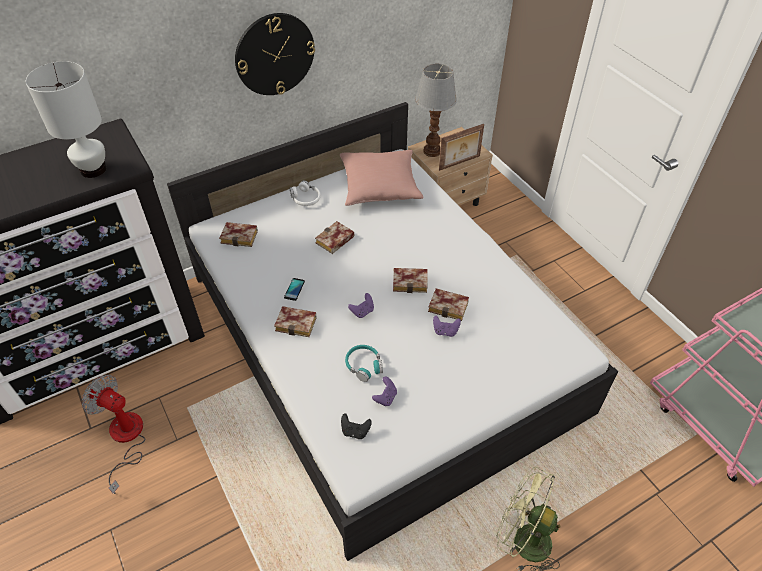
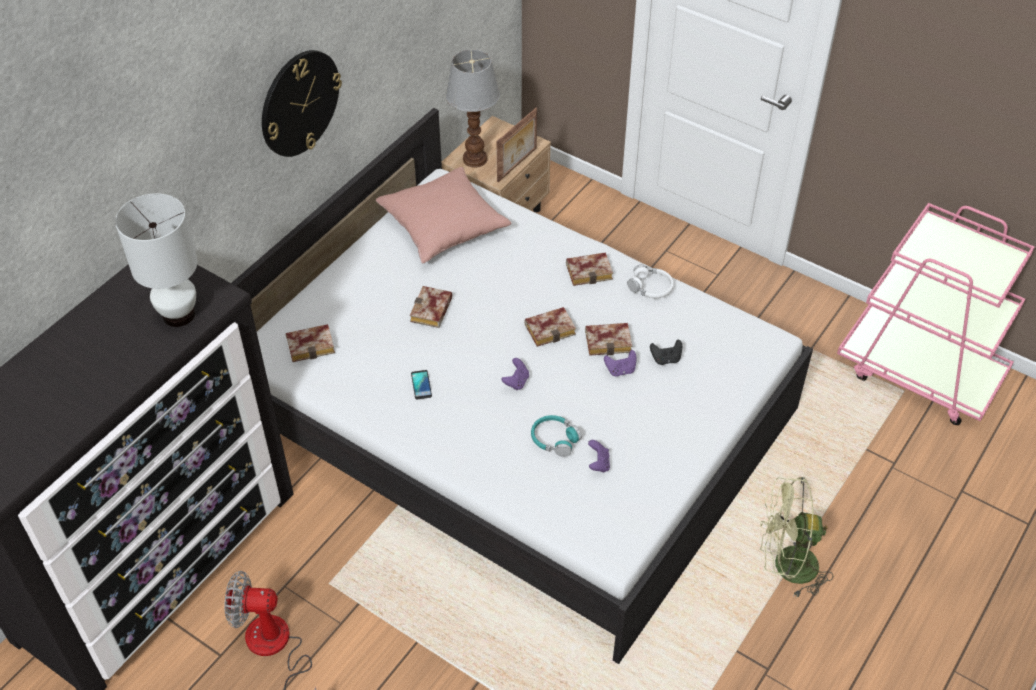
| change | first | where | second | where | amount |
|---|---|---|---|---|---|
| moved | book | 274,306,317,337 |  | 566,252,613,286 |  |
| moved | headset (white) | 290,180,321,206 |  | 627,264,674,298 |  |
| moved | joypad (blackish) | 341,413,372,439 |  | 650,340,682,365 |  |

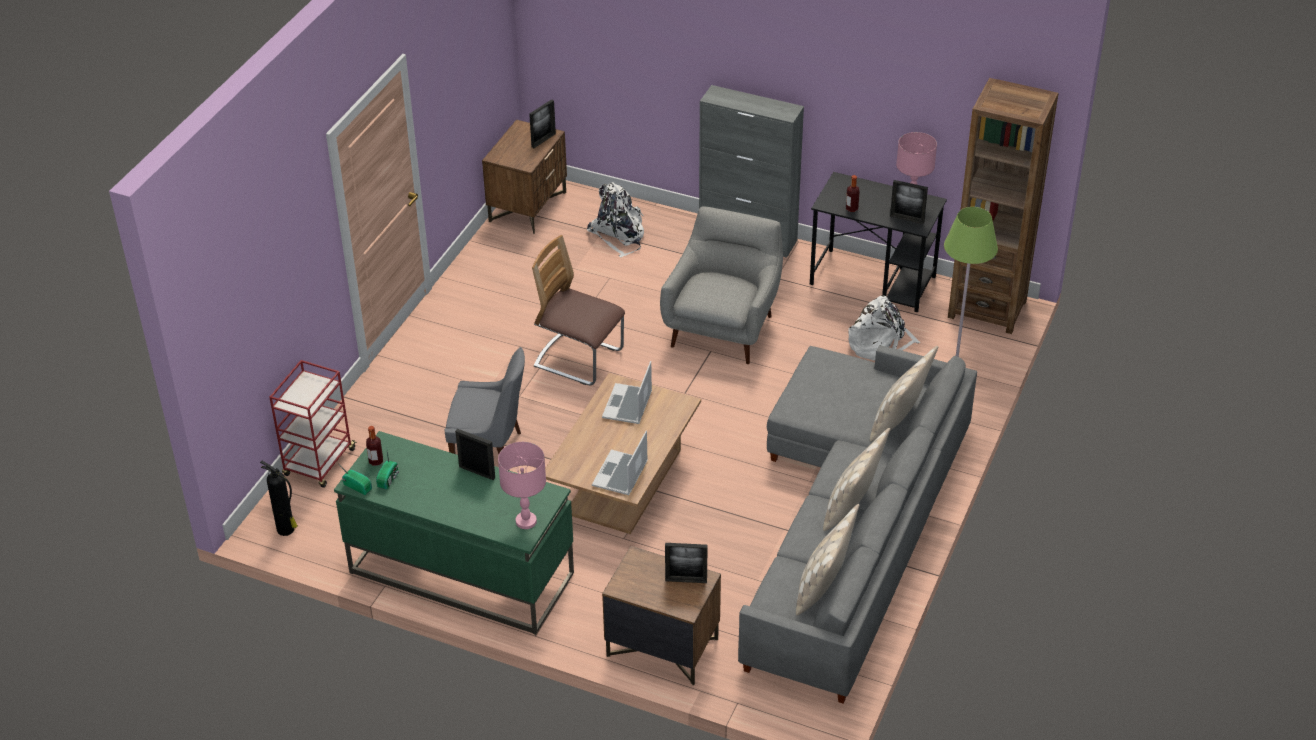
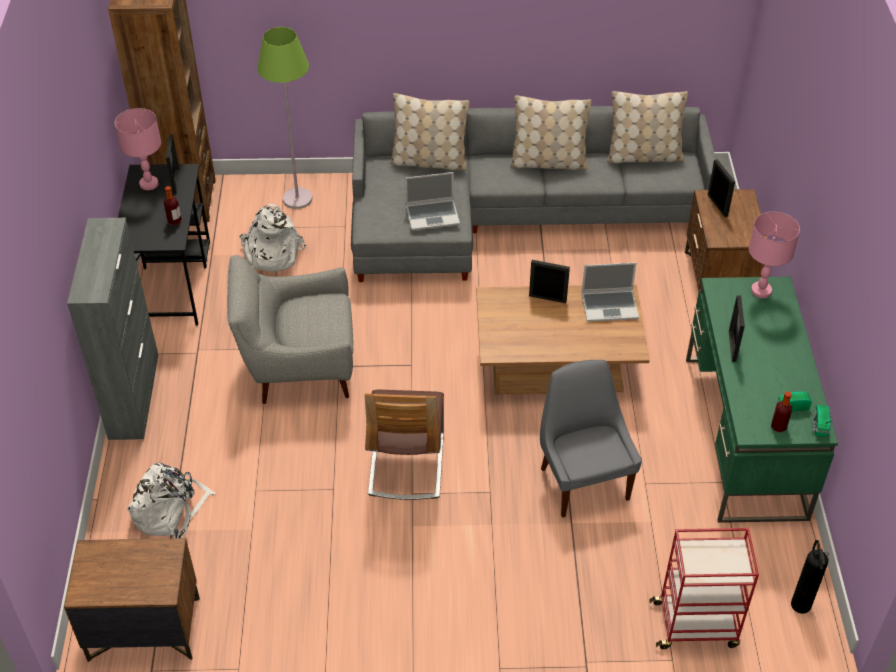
| change | first | where | second | where | amount |
|---|---|---|---|---|---|
| moved | portable computer | 602,361,652,424 |  | 405,172,460,231 |  |
| moved | picture frame | 529,99,556,148 |  | 529,260,570,303 |  |

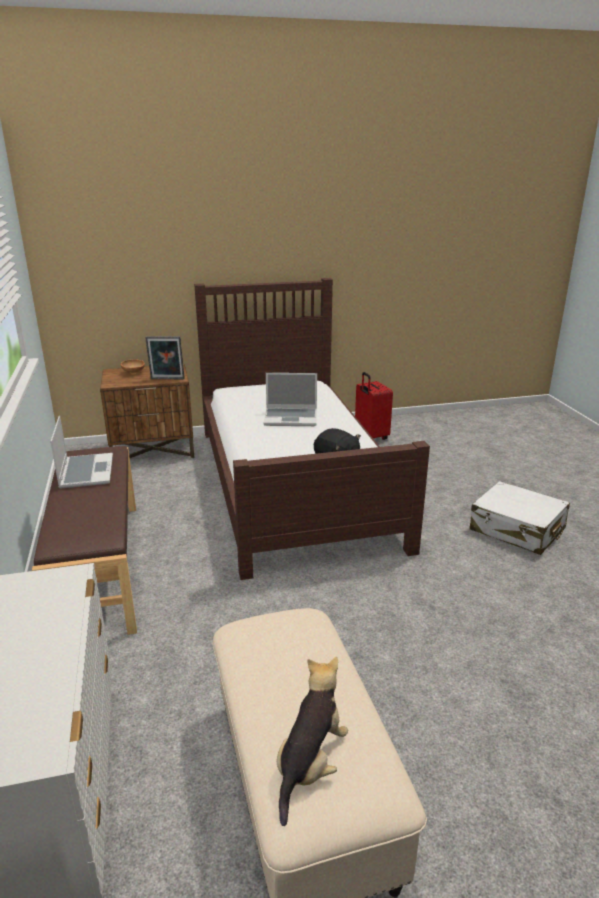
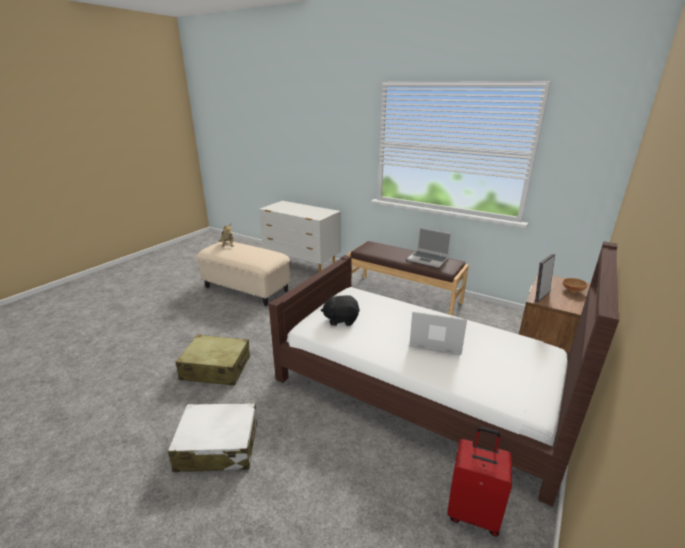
| change | first | where | second | where | amount |
|---|---|---|---|---|---|
| added |  |  | piece of luggage (beige-coloured) | 176,334,250,386 |  |
| turned | portable computer | 264,373,317,426 |  | 409,311,467,355 | 60 degrees clockwise |

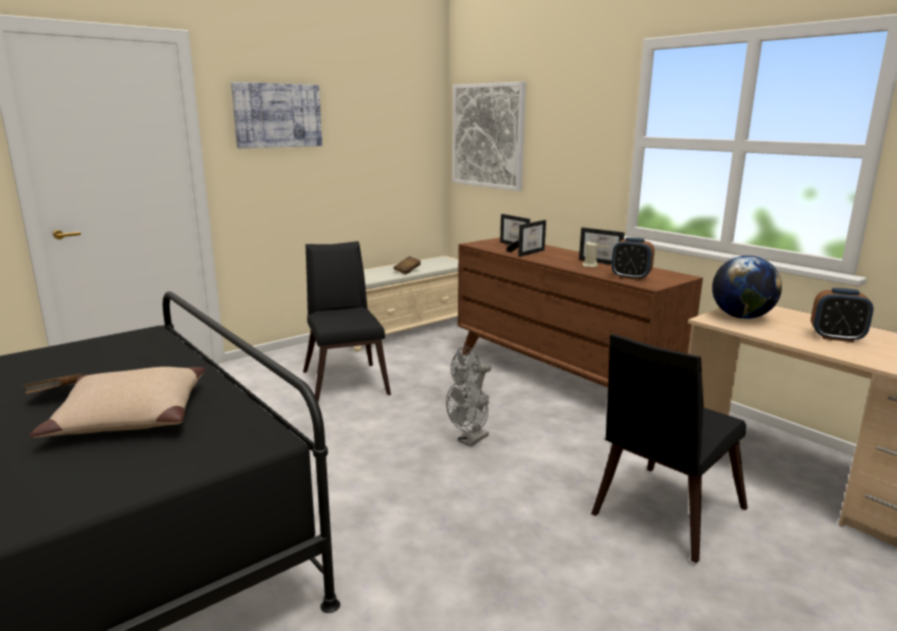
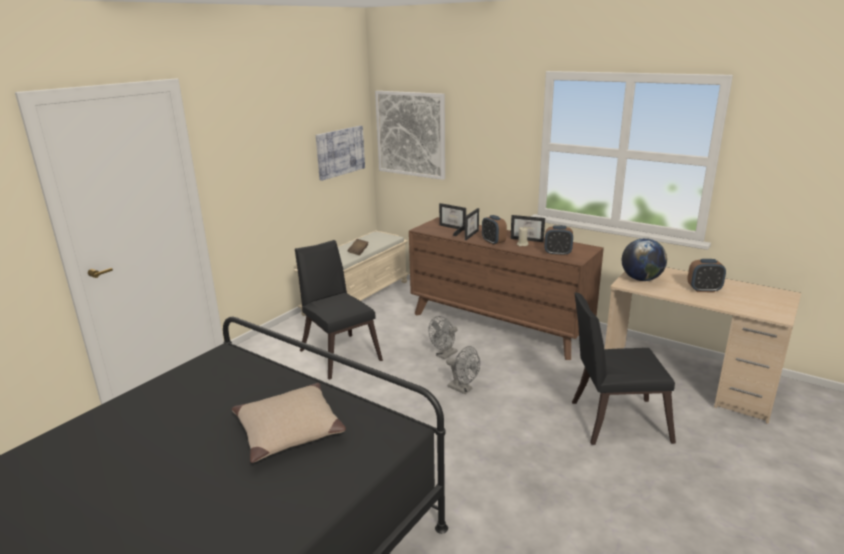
| change | first | where | second | where | amount |
|---|---|---|---|---|---|
| moved | wall picture | 231,82,322,148 |  | 316,126,365,181 |  |
| turned | electric fan (gray) | 446,380,489,447 |  | 446,346,480,394 | 75 degrees counterclockwise |
| added |  |  | bedside clock | 482,215,507,245 |  |
| turned | chair (blackish) | 591,334,748,563 |  | 572,292,676,445 | 60 degrees clockwise |
| removed | book (brown-coloured) | 23,374,84,394 |  |  |  |

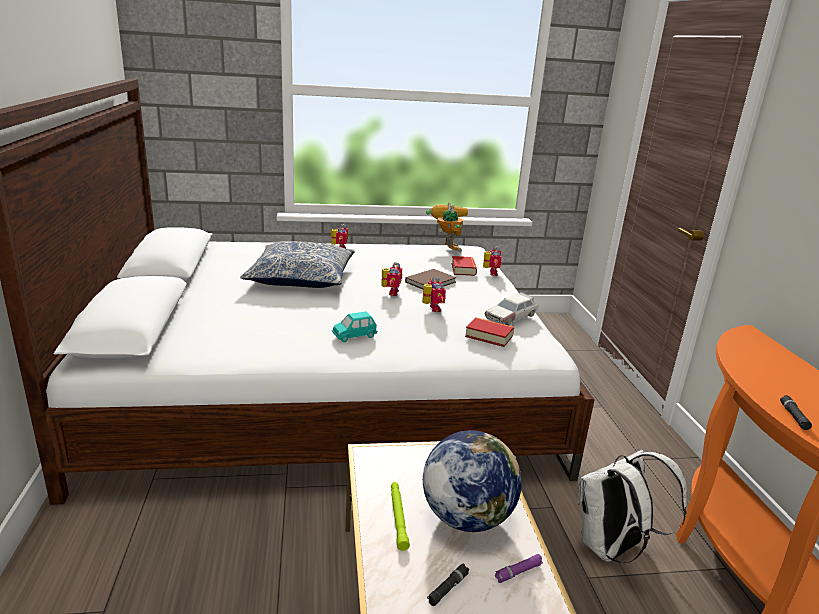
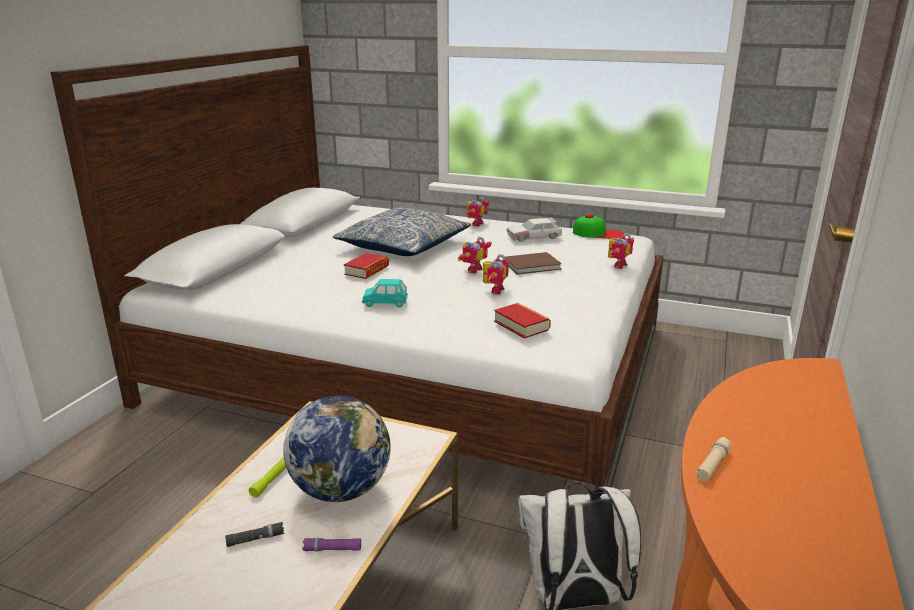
| change | first | where | second | where | amount |
|---|---|---|---|---|---|
| moved | book | 452,256,477,276 |  | 344,253,389,279 |  |
| moved | model car | 484,292,539,326 |  | 507,217,562,242 |  |
| replaced | model robot | 426,202,468,252 | cap | 573,214,624,239 |  |
| recoloured | hand torch (blackish) | 780,395,812,430 | hand torch (beige-coloured) | 696,437,731,482 |  |

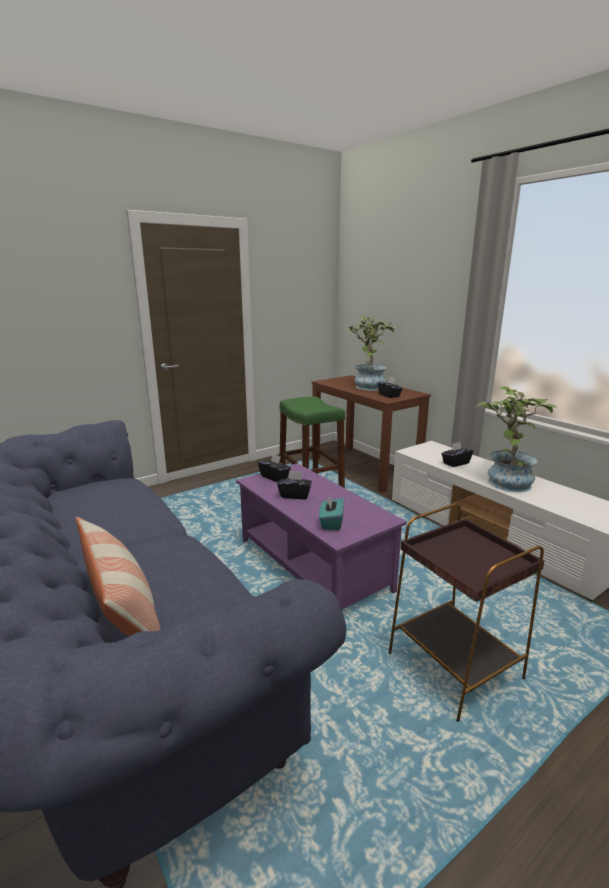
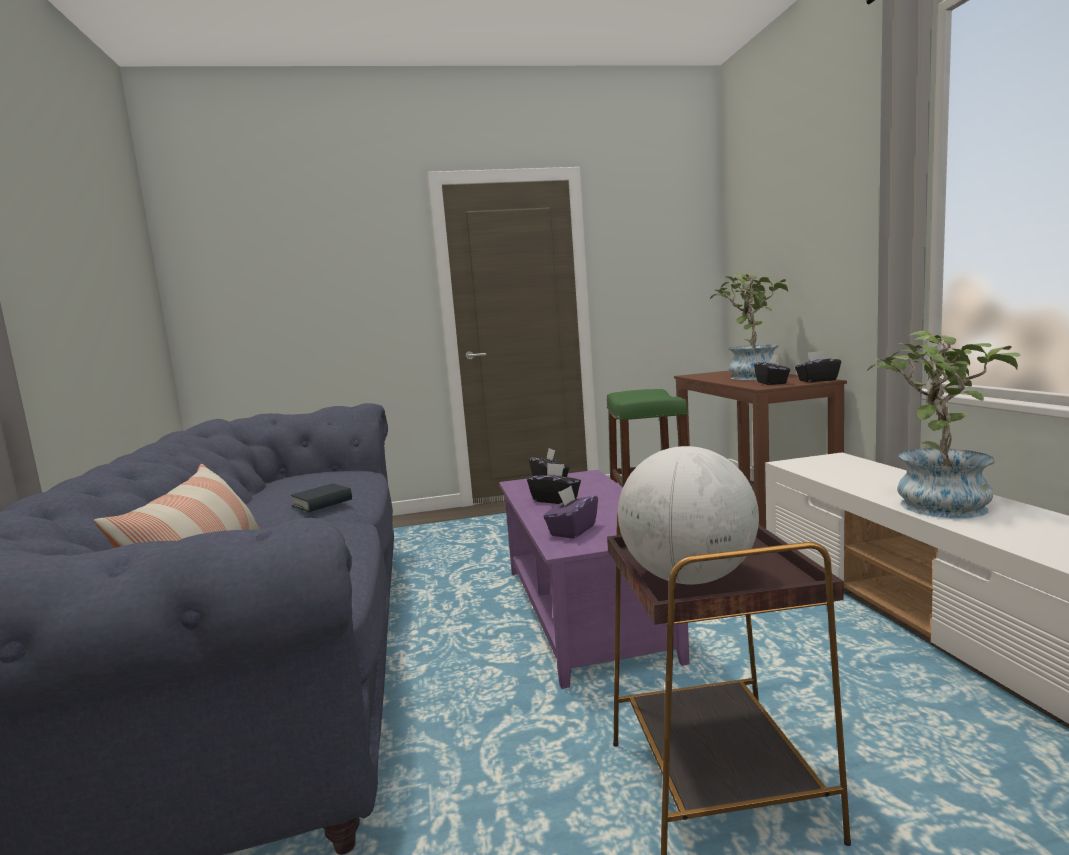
| change | first | where | second | where | amount |
|---|---|---|---|---|---|
| added |  |  | book | 291,483,352,512 |  |
| recoloured | box of tissues (turquoise) | 319,494,344,530 | box of tissues (purple-coloured) | 544,486,598,539 |  |
| added |  |  | world globe | 618,446,759,584 |  |
| moved | box of tissues (blackish) | 441,442,473,467 |  | 795,351,841,382 |  |

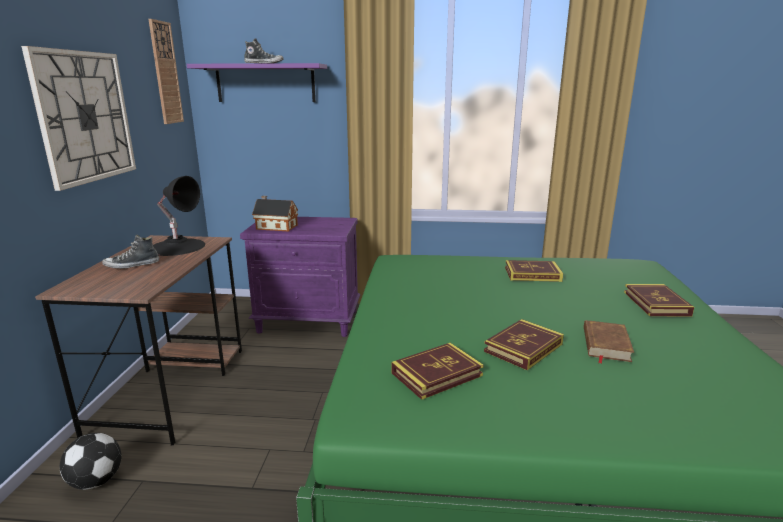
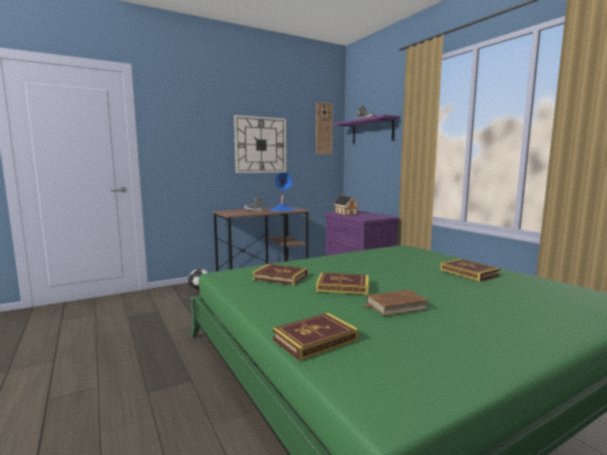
| change | first | where | second | where | amount |
|---|---|---|---|---|---|
| recoloured | lamp for a table (blackish) | 153,176,205,256 | lamp for a table (blue) | 269,172,296,211 |  |
| moved | book | 624,284,694,317 |  | 272,313,359,361 |  |

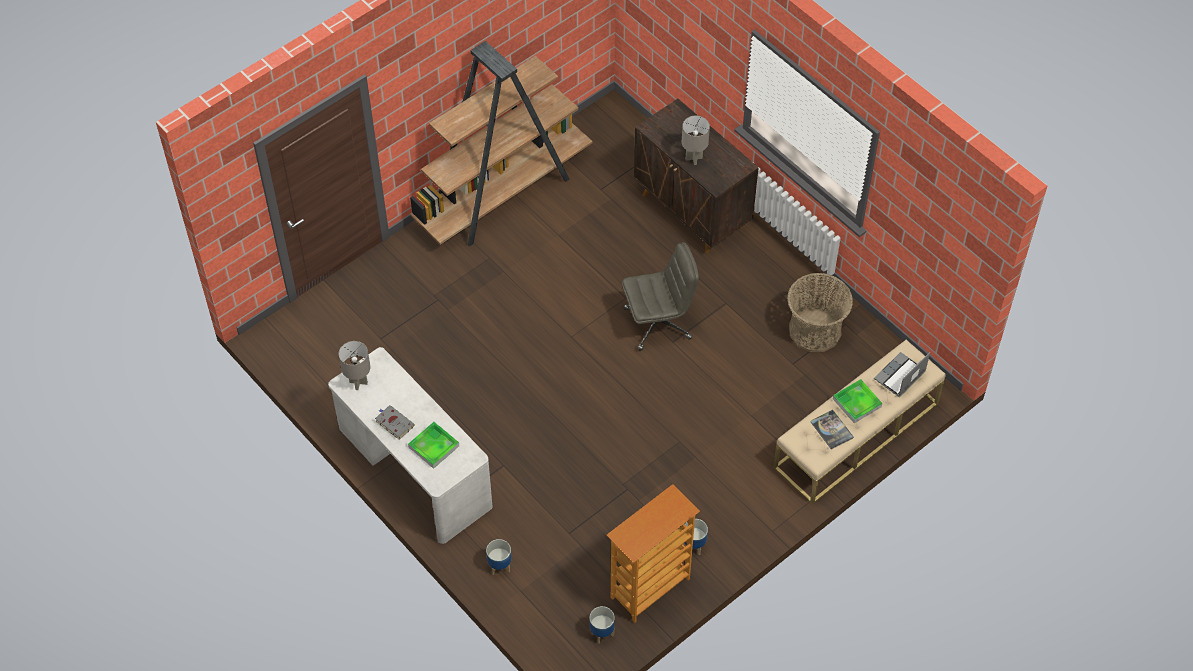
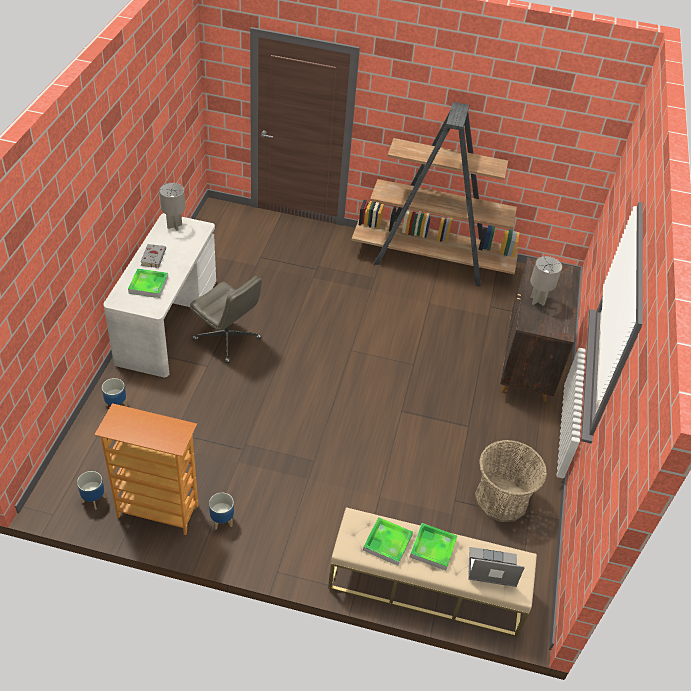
| change | first | where | second | where | amount |
|---|---|---|---|---|---|
| moved | office chair (gray) | 622,242,699,351 |  | 190,276,262,363 |  |
| replaced | book | 811,410,854,449 | carrying tray | 363,517,413,566 |  |

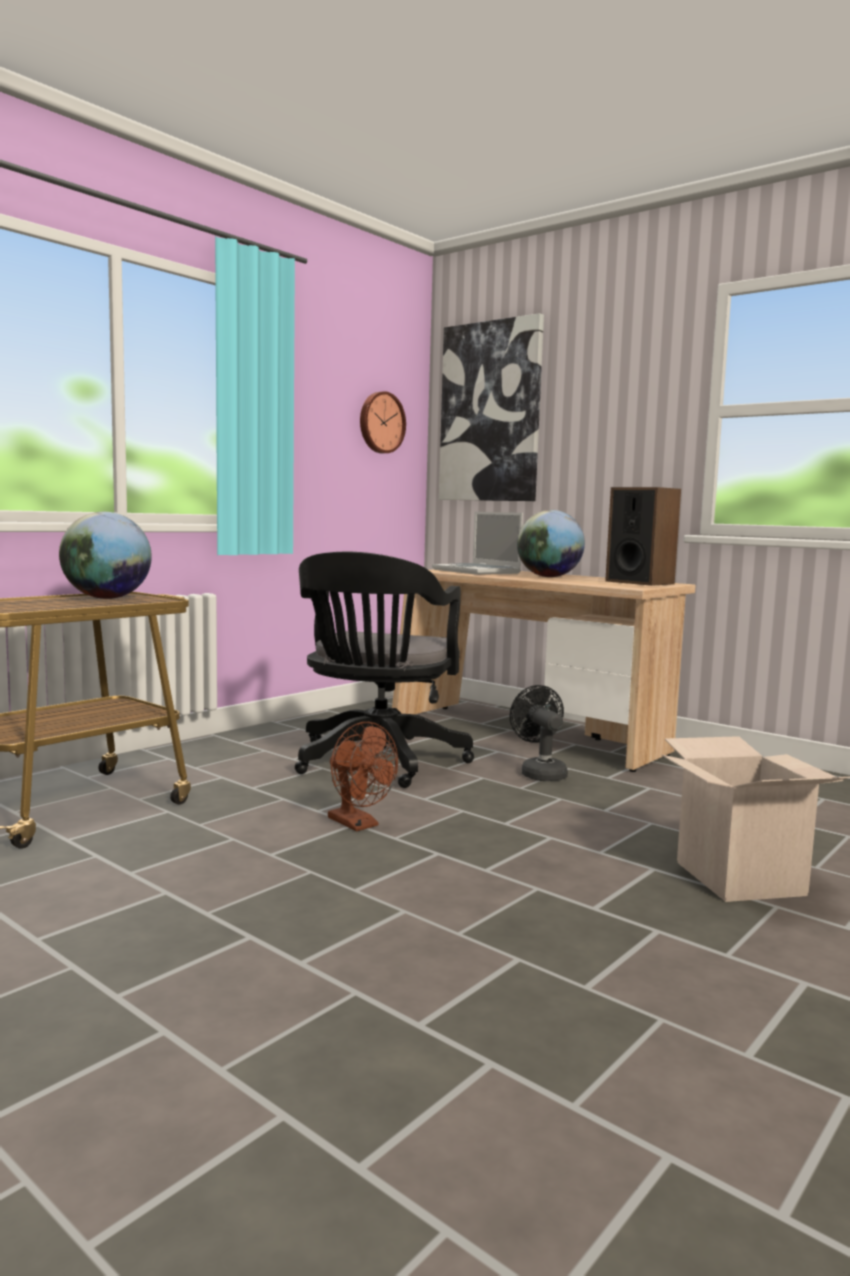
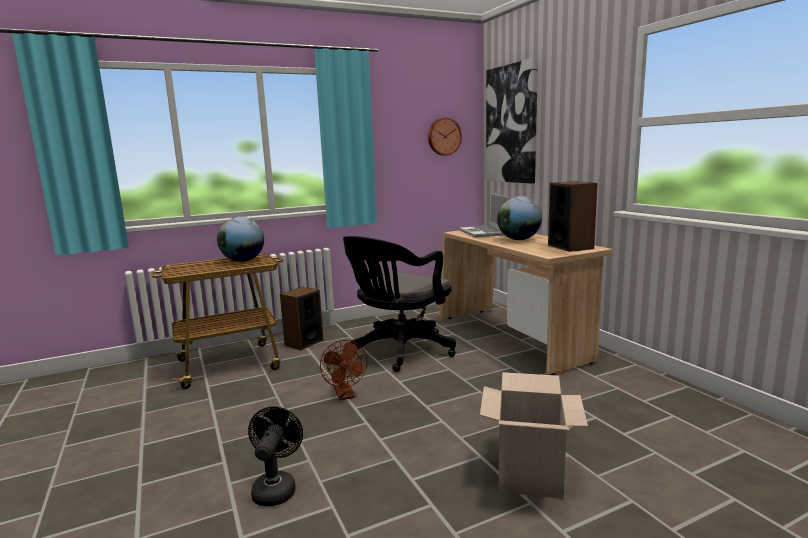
| change | first | where | second | where | amount |
|---|---|---|---|---|---|
| moved | electric fan (blackish) | 510,685,568,781 |  | 248,406,303,506 |  |
| added |  |  | audio speaker | 280,287,323,350 |  |

